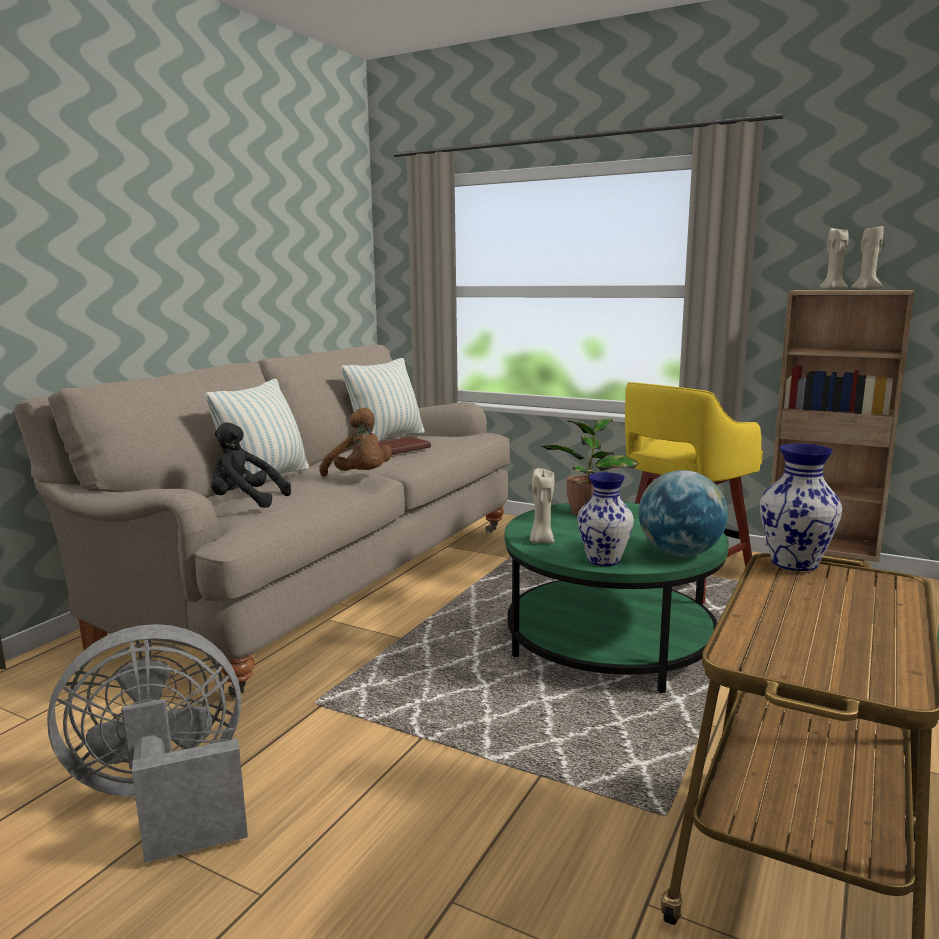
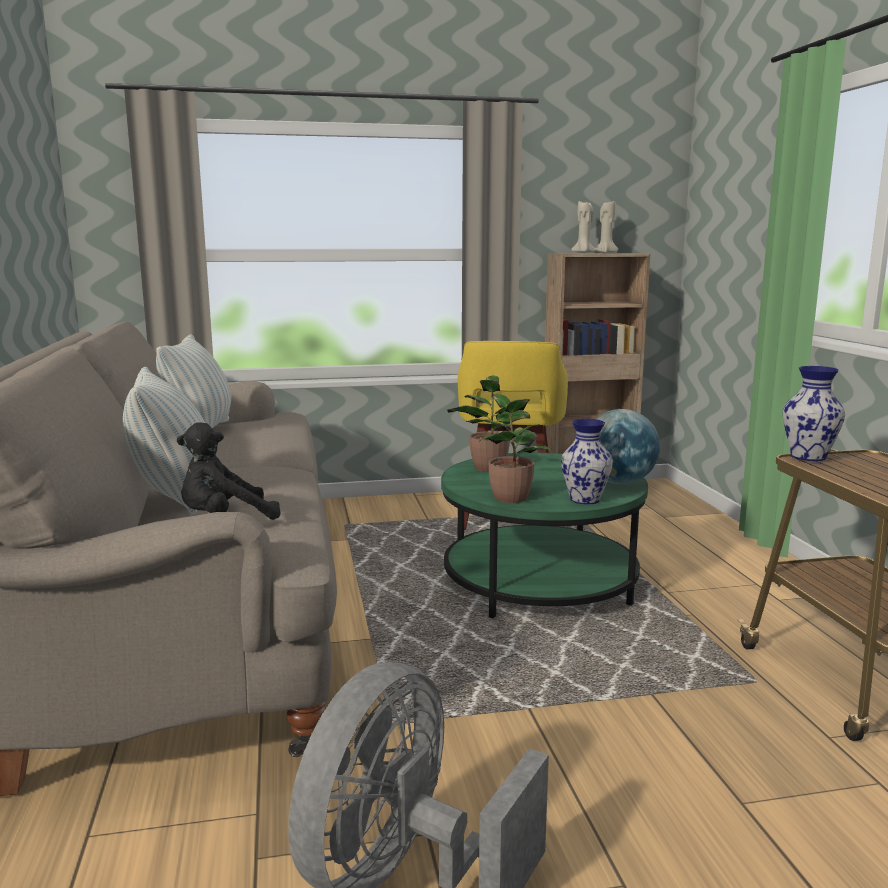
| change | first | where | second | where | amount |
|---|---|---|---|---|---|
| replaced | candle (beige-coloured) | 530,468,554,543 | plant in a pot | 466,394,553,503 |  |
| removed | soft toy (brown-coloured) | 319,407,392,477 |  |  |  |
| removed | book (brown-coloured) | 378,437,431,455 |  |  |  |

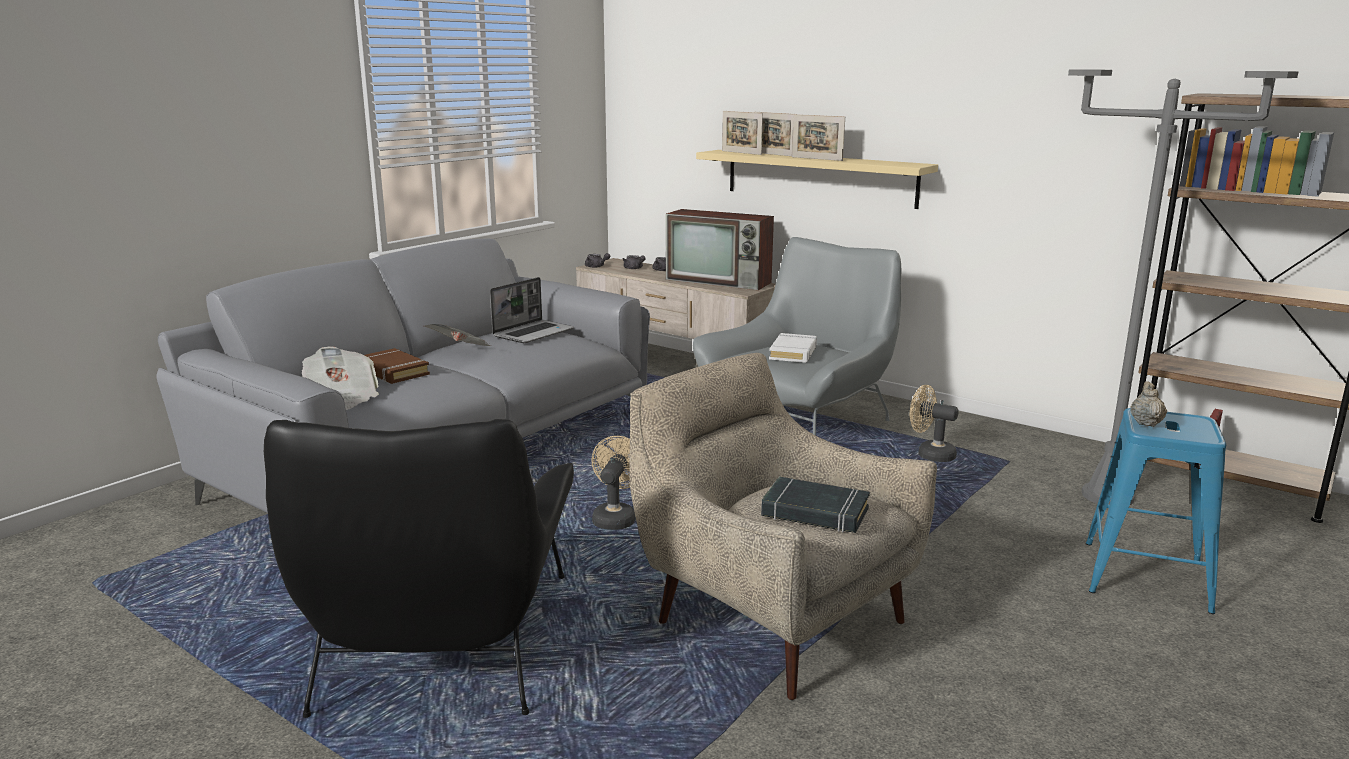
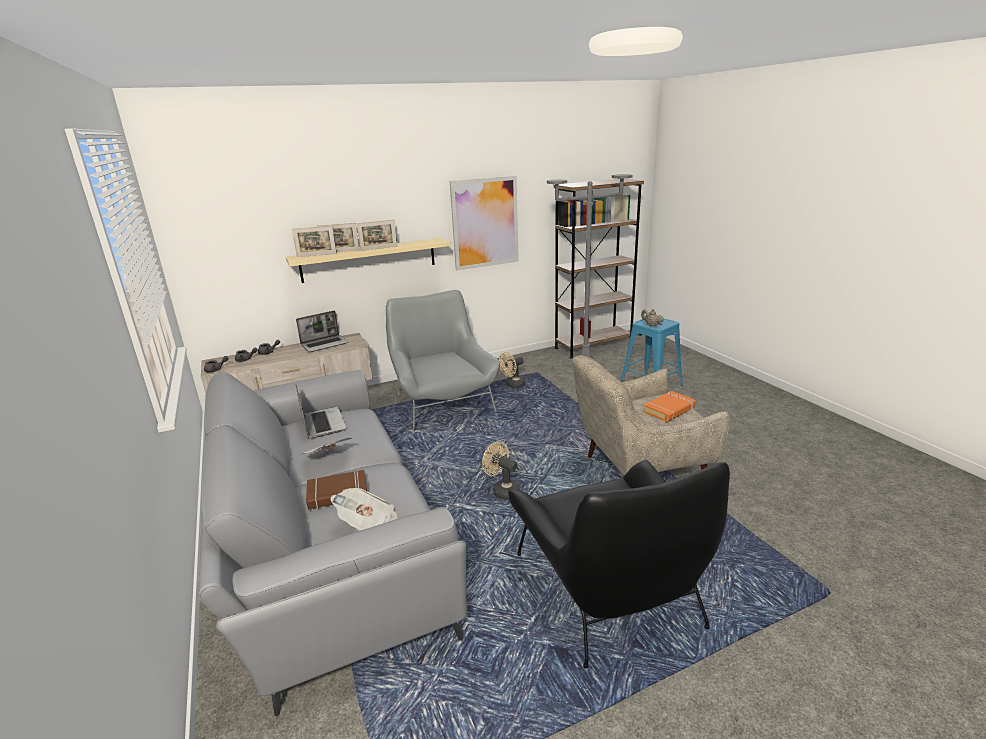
| change | first | where | second | where | amount |
|---|---|---|---|---|---|
| replaced | TV set | 666,209,774,290 | portable computer | 296,311,349,352 |  |
| added |  |  | wall picture | 450,176,519,270 |  |
| turned | lounge chair (blackish) | 264,419,574,718 |  | 508,460,730,668 | 45 degrees clockwise |
| recoloured | book (blackish) | 761,477,870,533 | book (orange) | 643,391,696,422 |  |
| removed | book (white) | 769,333,817,363 |  |  |  |

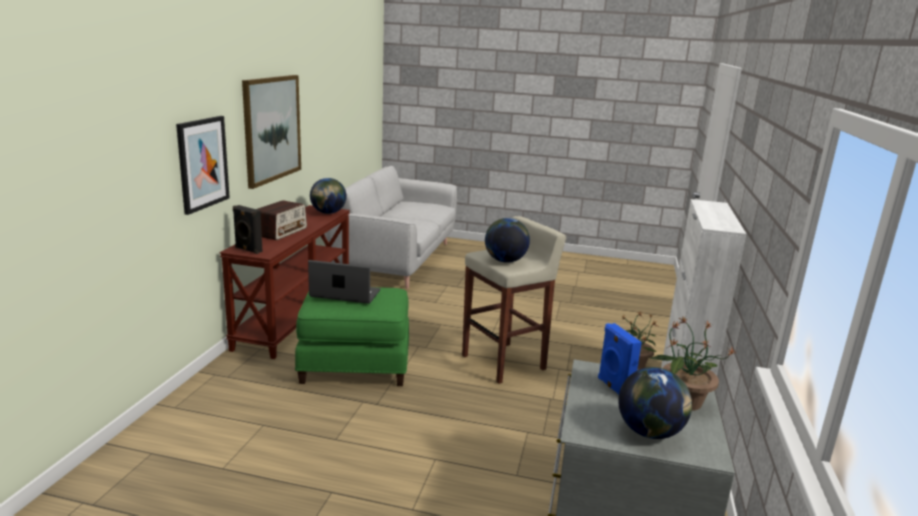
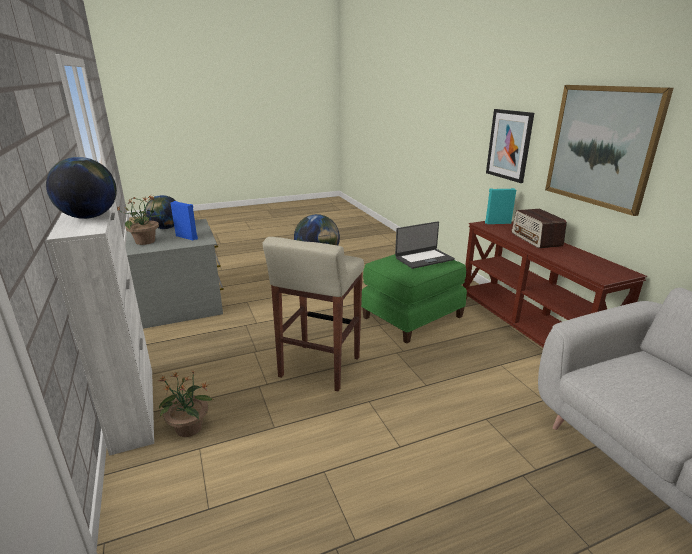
| change | first | where | second | where | amount |
|---|---|---|---|---|---|
| moved | world globe | 310,178,347,214 |  | 46,157,117,219 |  |
| recoloured | audio speaker (blackish) | 233,205,263,254 | audio speaker (turquoise) | 485,188,516,224 |  |

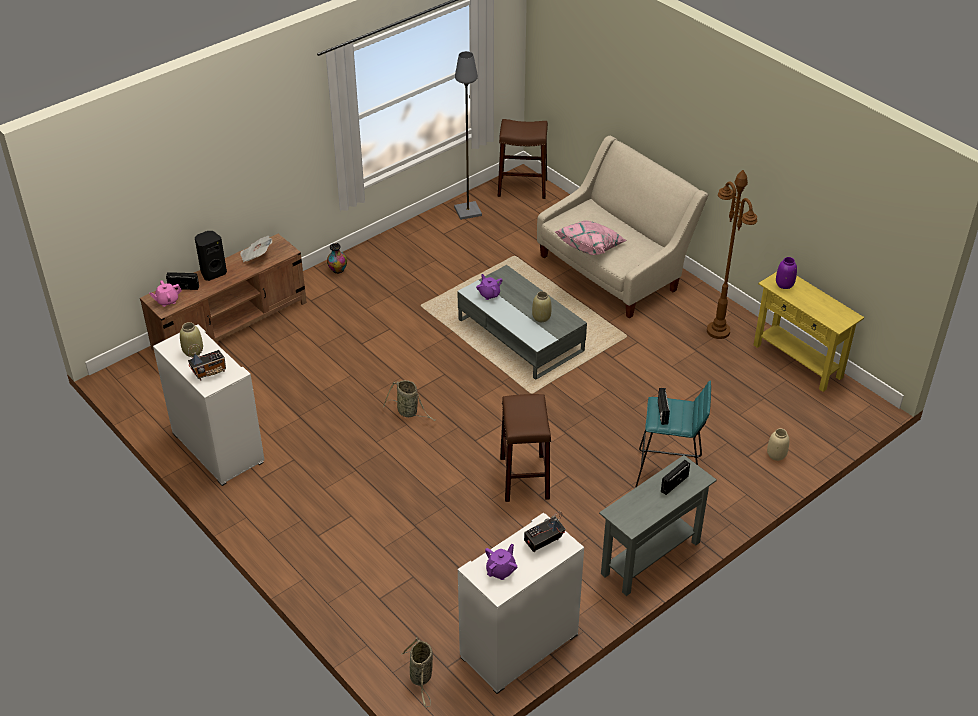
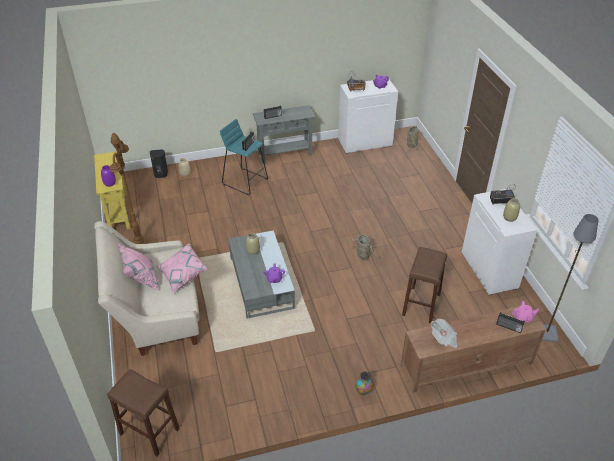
| change | first | where | second | where | amount |
|---|---|---|---|---|---|
| added |  |  | pillow (pink-coloured) | 118,244,158,290 |  |
| moved | audio speaker (blackish) | 195,231,227,281 |  | 150,149,168,178 |  |
| moved | stool seat (brown-coloured) | 500,394,551,502 |  | 402,247,447,323 |  |
| moved | standard lamp (gray) | 454,51,482,220 |  | 542,214,599,342 |  |

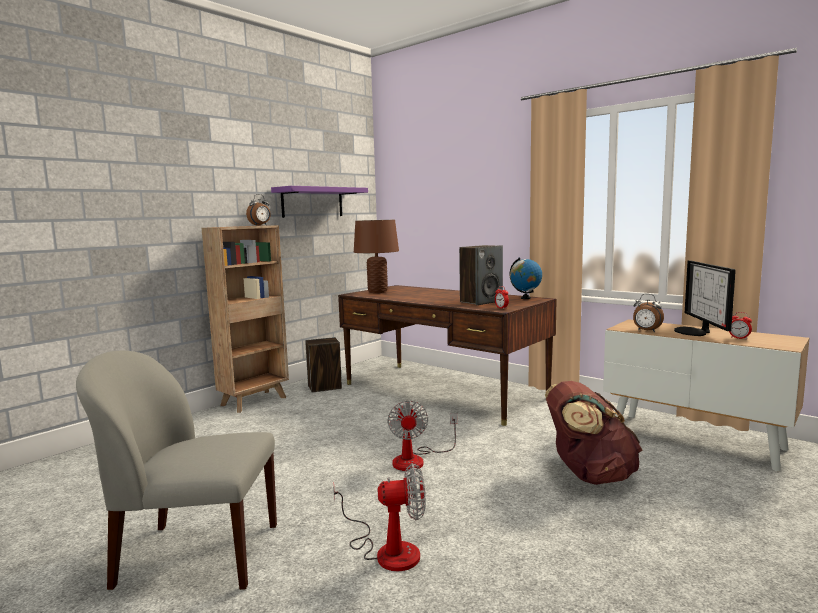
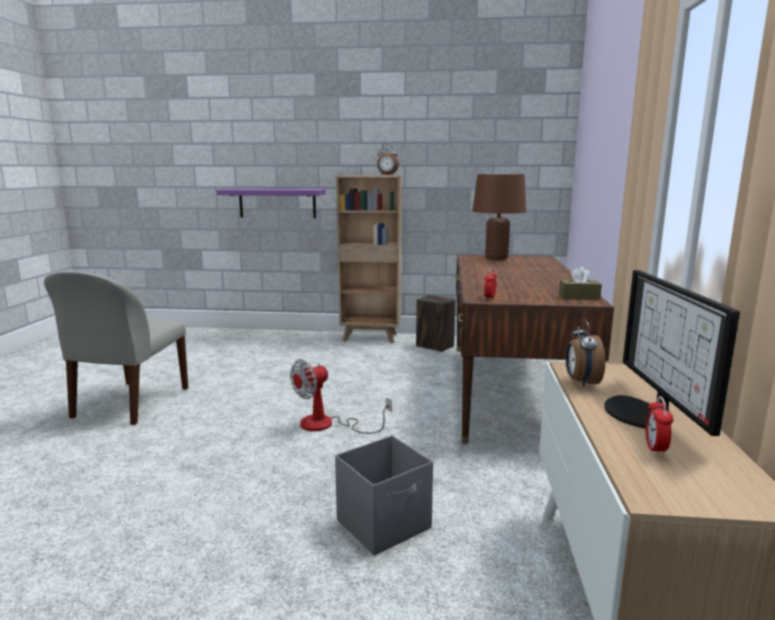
| change | first | where | second | where | amount |
|---|---|---|---|---|---|
| turned | chair (gray) | 76,351,277,590 |  | 44,271,188,425 | 135 degrees counterclockwise |
| moved | shelf (purple-coloured) | 271,186,368,218 |  | 216,189,326,218 |  |
| replaced | rucksack (brown-coloured) | 545,381,643,485 | storage box (gray) | 335,435,433,556 |  |
| replaced | world globe | 510,258,542,299 | box of tissues (brown-coloured) | 559,266,602,300 |  |
| turned | computer display | 674,260,736,336 |  | 604,270,740,436 | 60 degrees counterclockwise |
| removed | electric fan | 333,463,425,571 |  |  |  |
| removed | audio speaker | 459,245,503,305 |  |  |  |

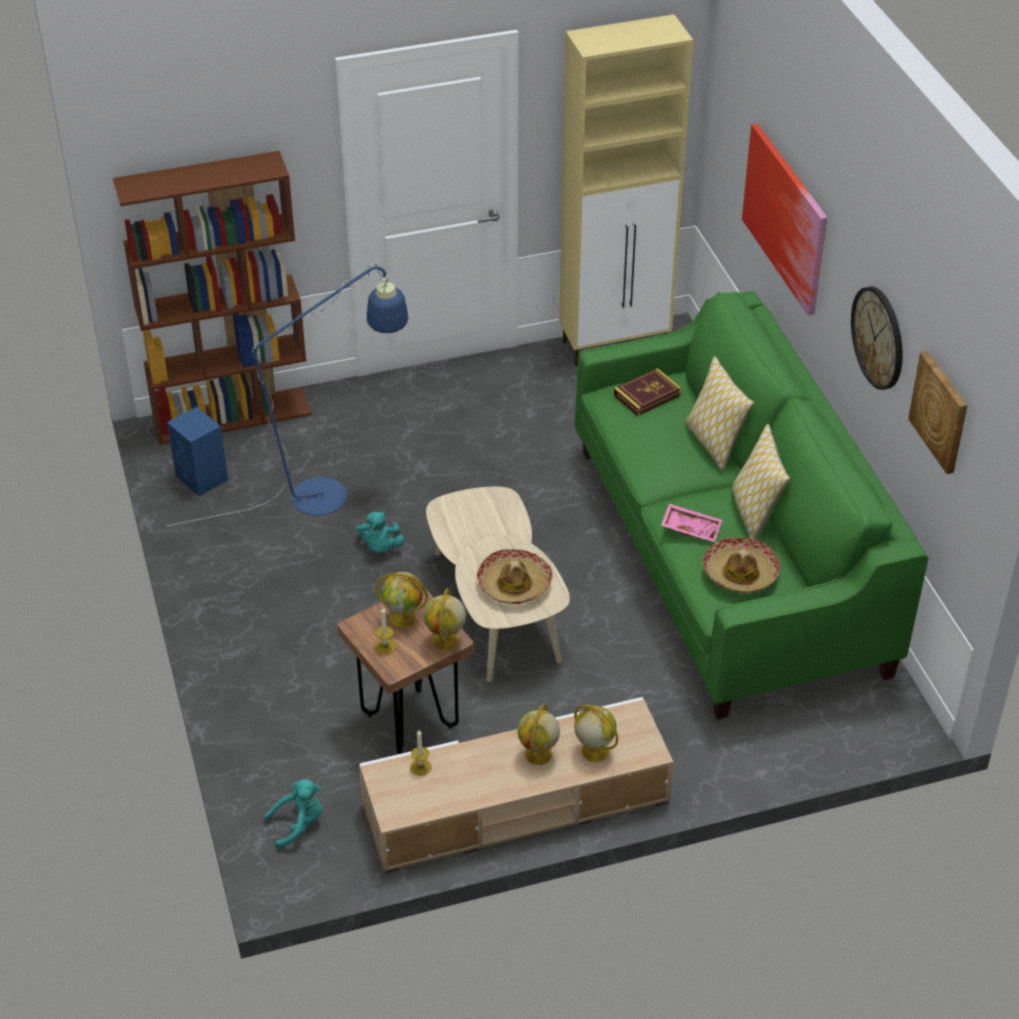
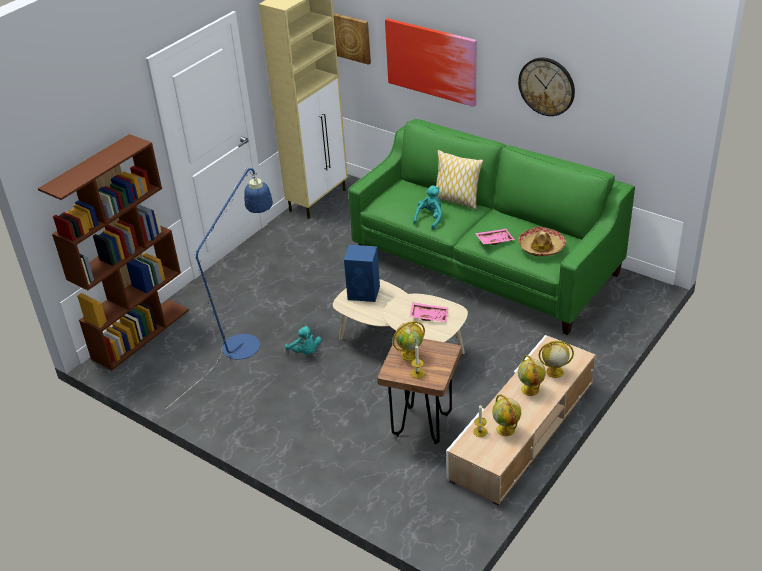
| change | first | where | second | where | amount |
|---|---|---|---|---|---|
| moved | wall picture | 908,351,968,474 |  | 333,13,371,65 |  |
| moved | audio speaker (blue) | 167,407,228,496 |  | 344,245,380,302 |  |
| replaced | hat | 477,549,552,604 | carrying tray (pink-coloured) | 410,302,449,322 |  |
| moved | soft toy (turquoise) | 264,779,322,849 |  | 413,185,442,230 |  |
| moved | world globe | 424,588,466,651 |  | 492,394,521,436 |  |
| removed | book | 614,368,682,416 |  |  |  |
| removed | pillow | 732,424,790,540 |  |  |  |

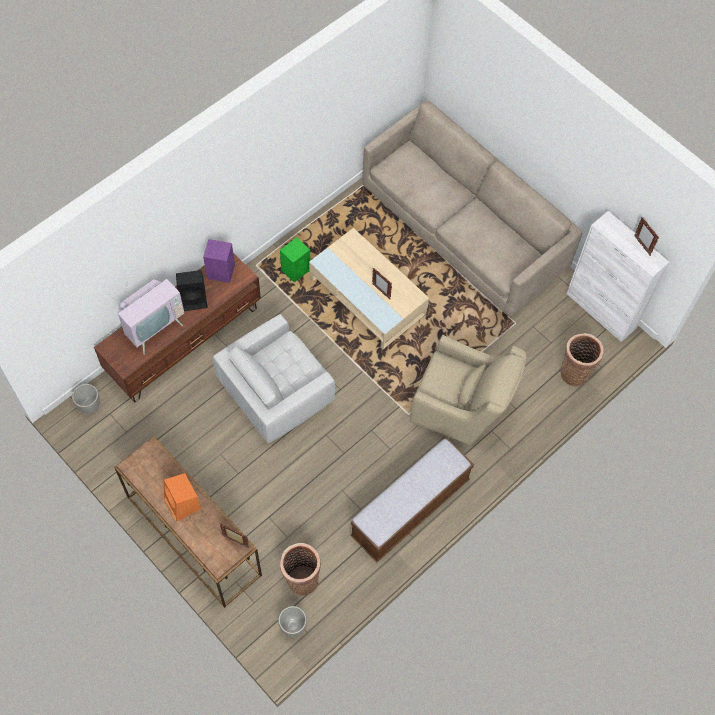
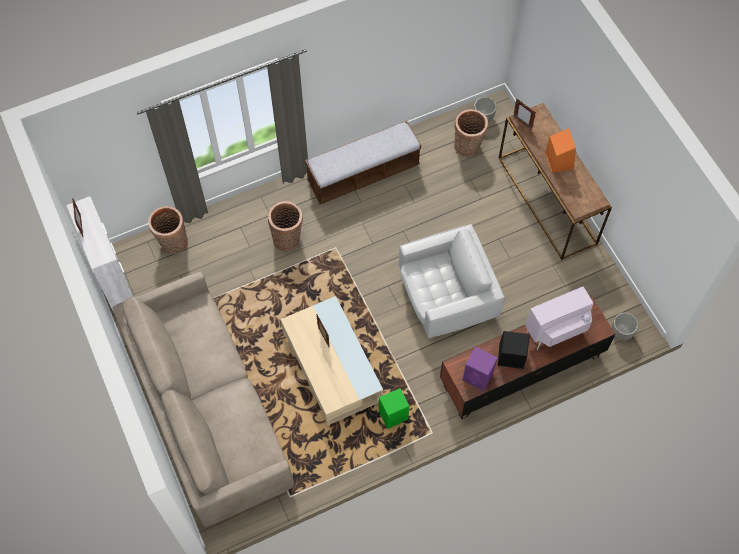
| change | first | where | second | where | amount |
|---|---|---|---|---|---|
| replaced | lounge chair (beige-coloured) | 409,335,527,445 | storage basket | 268,201,303,251 |  |

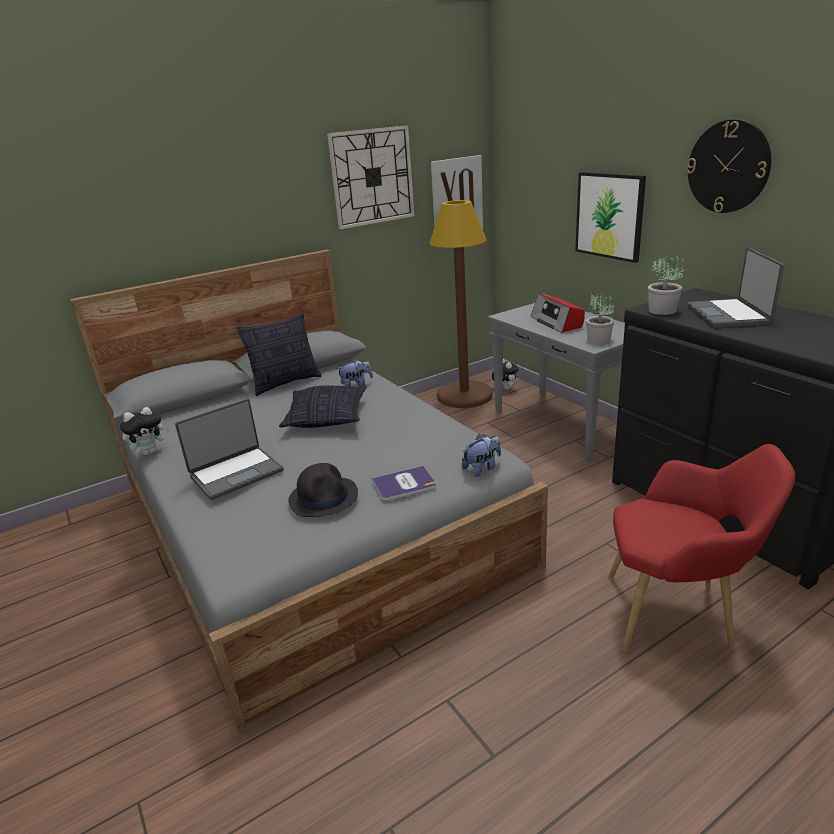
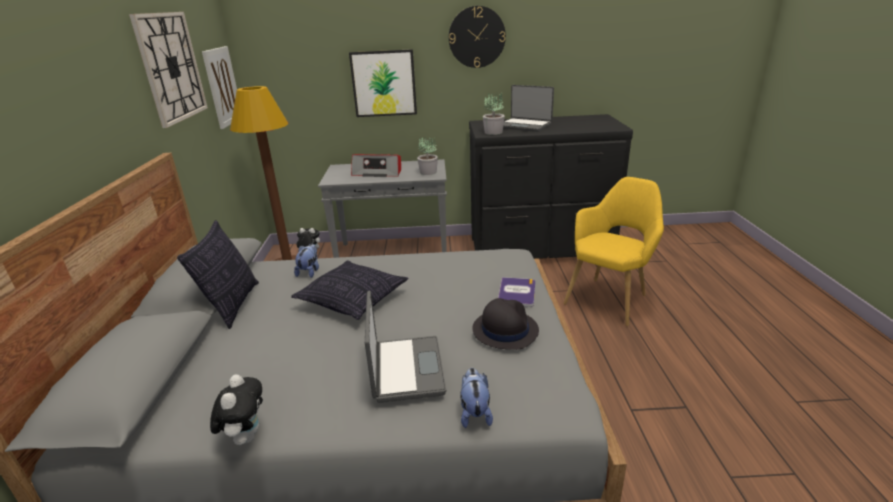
| change | first | where | second | where | amount |
|---|---|---|---|---|---|
| moved | soft toy | 462,434,501,477 |  | 460,368,493,428 |  |
| recoloured | lounge chair (red) | 609,444,795,652 | lounge chair (yellow-coloured) | 563,177,664,326 |  |

